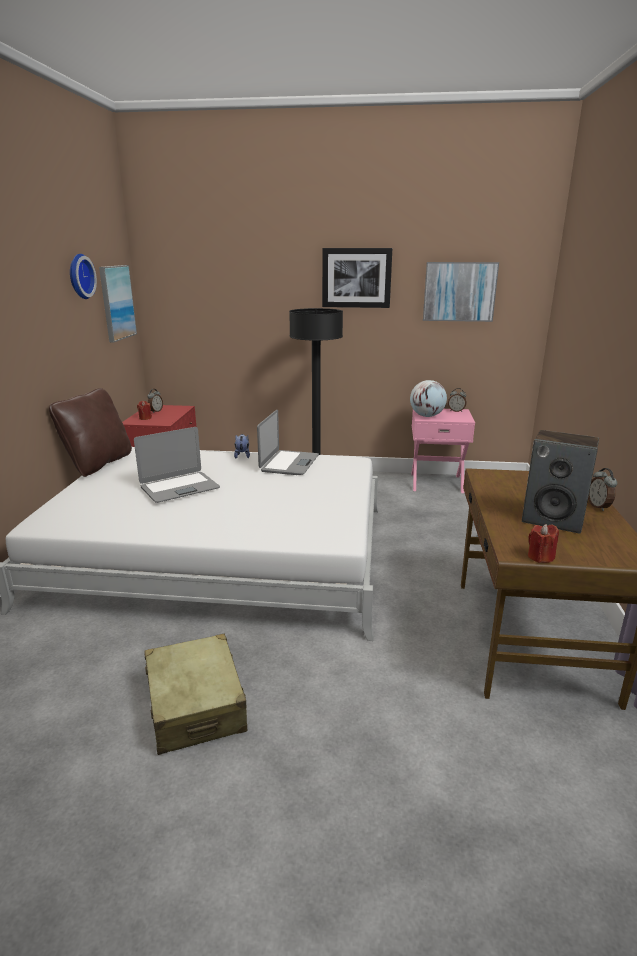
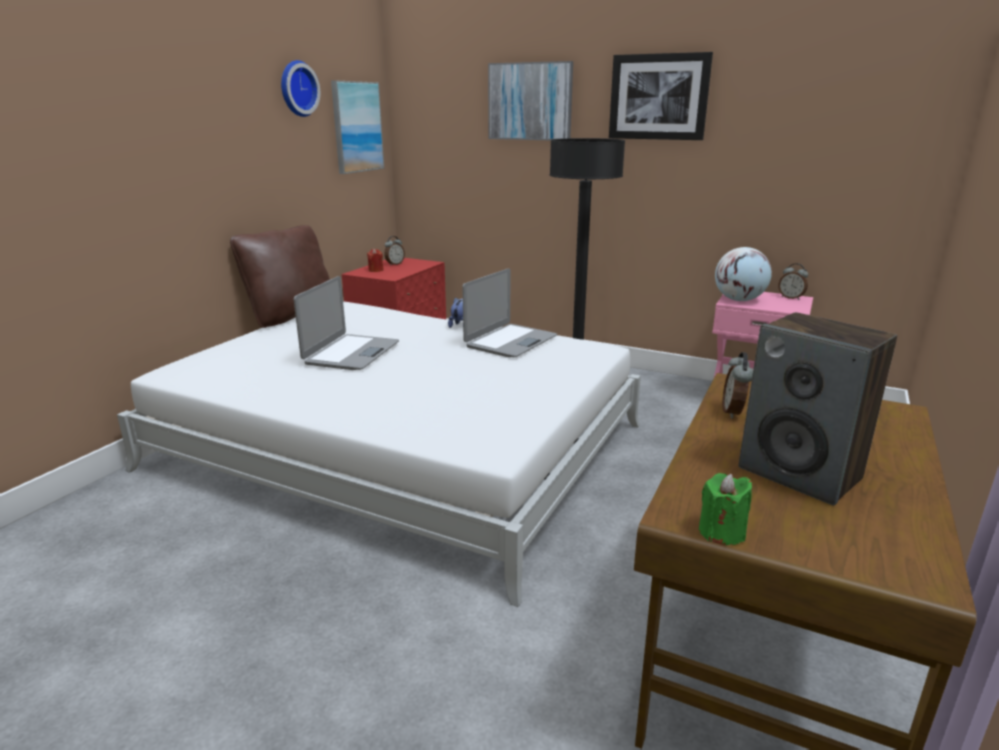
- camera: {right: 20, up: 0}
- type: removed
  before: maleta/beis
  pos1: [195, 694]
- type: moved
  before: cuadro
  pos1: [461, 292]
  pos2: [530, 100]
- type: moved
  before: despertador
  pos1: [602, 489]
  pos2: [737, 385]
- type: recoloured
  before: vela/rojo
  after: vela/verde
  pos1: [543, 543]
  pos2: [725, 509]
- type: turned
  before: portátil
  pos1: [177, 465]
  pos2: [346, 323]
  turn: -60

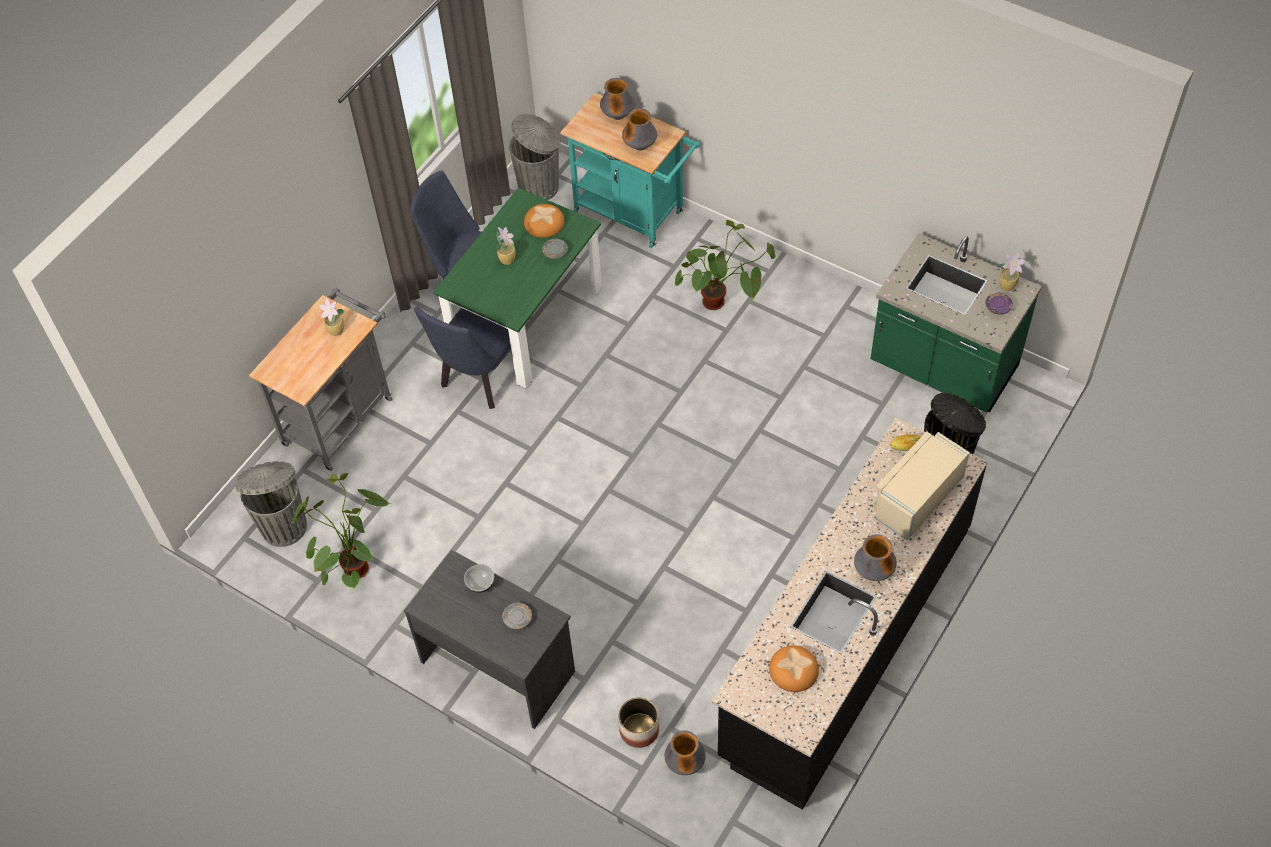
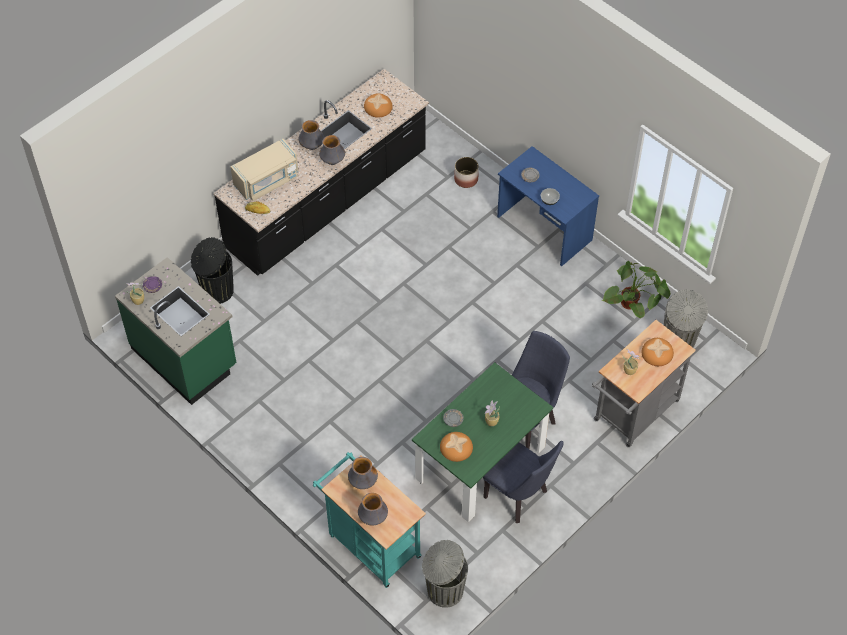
- camera: {right: -170, up: 0}
- type: removed
  before: planta en maceta
  pos1: [725, 265]
- type: added
  after: pan
  pos2: [658, 352]
- type: moved
  before: florero
  pos1: [685, 752]
  pos2: [332, 150]
- type: recoloured
  before: escritorio/gris
  after: escritorio/azul
  pos1: [489, 639]
  pos2: [548, 206]

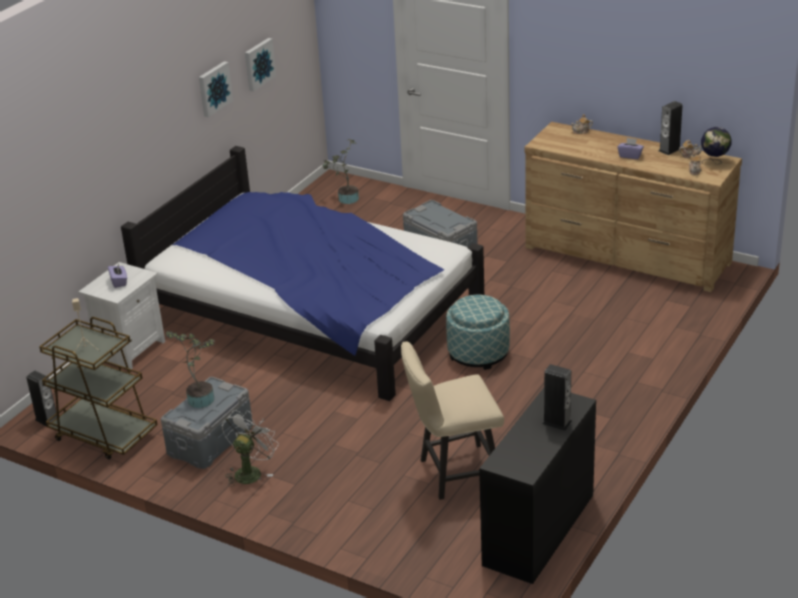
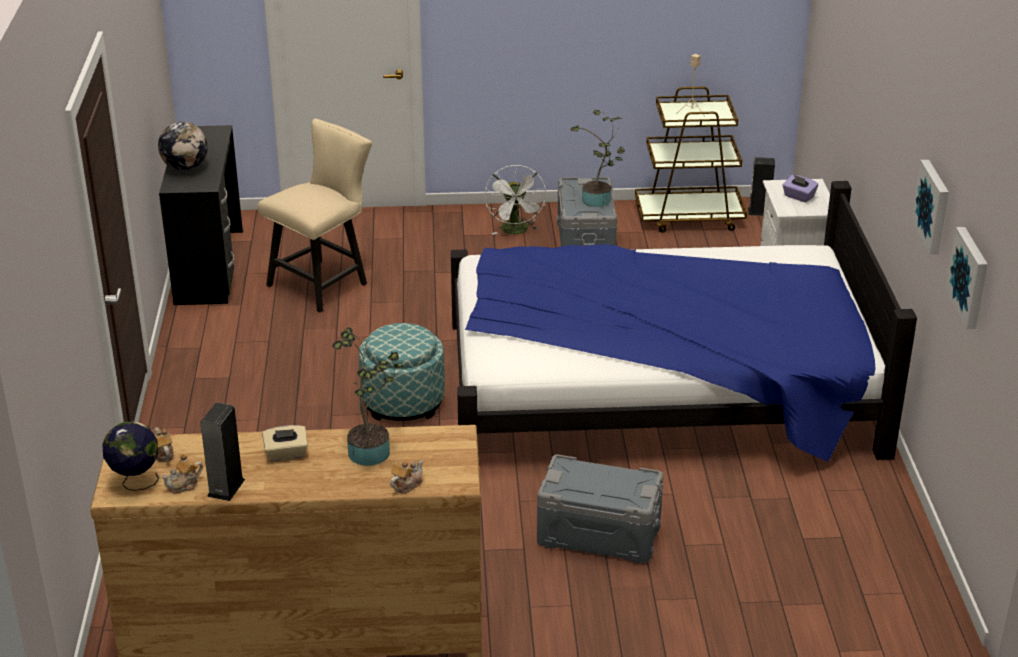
- camera: {right: 145, up: 0}
- type: moved
  before: planta en maceta
  pos1: [340, 171]
  pos2: [368, 396]
- type: replaced
  before: altavoz
  after: globo terráqueo
  pos1: [557, 397]
  pos2: [183, 146]
- type: recoloured
  before: caja de pañuelos/morado
  after: caja de pañuelos/beis
  pos1: [631, 148]
  pos2: [285, 443]

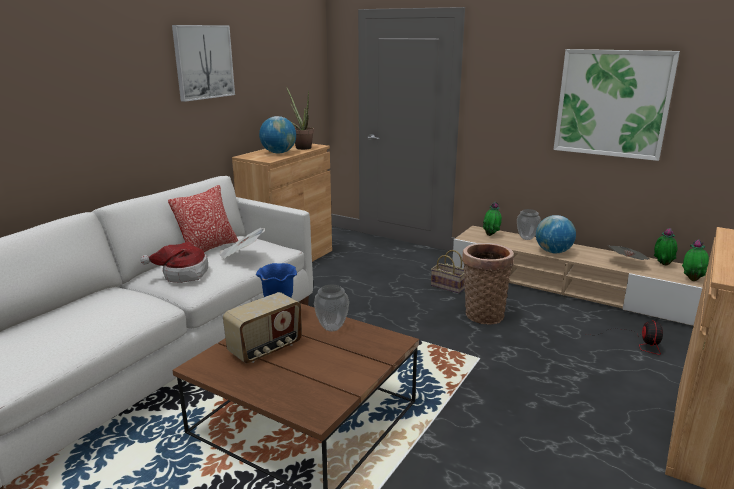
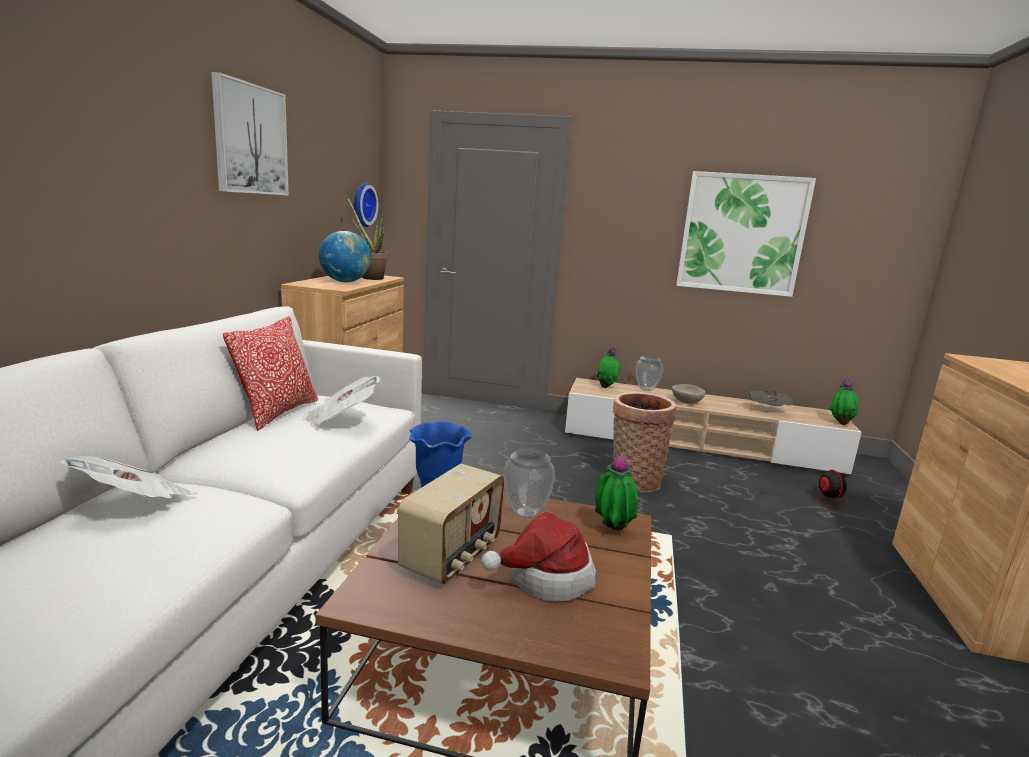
- camera: {right: -20, up: -5}
- type: removed
  before: cesta
  pos1: [448, 271]
- type: added
  after: periódico
  pos2: [127, 477]
- type: added
  after: reloj de pared
  pos2: [366, 205]
- type: moved
  before: sombrero
  pos1: [174, 262]
  pos2: [538, 557]
- type: moved
  before: planta en maceta
  pos1: [665, 247]
  pos2: [616, 493]
- type: replaced
  before: globo terráqueo
  after: cuenco/beis
  pos1: [556, 234]
  pos2: [688, 394]

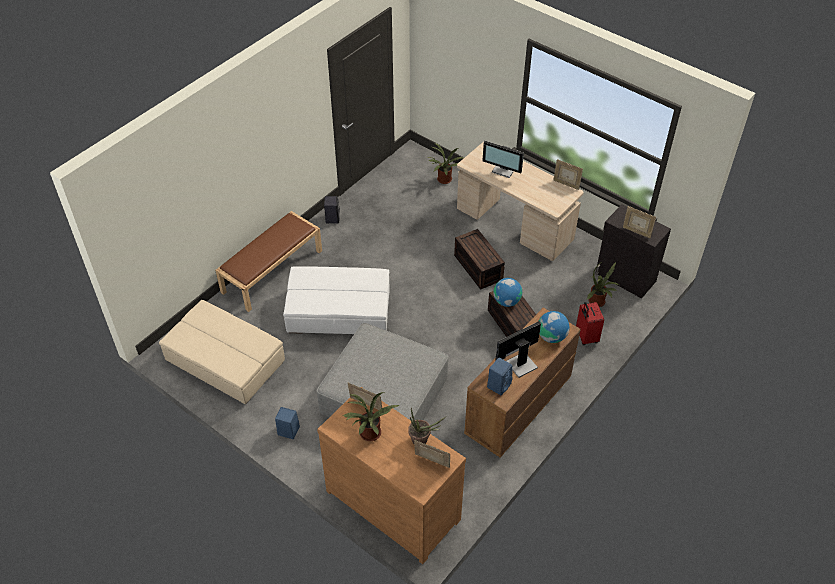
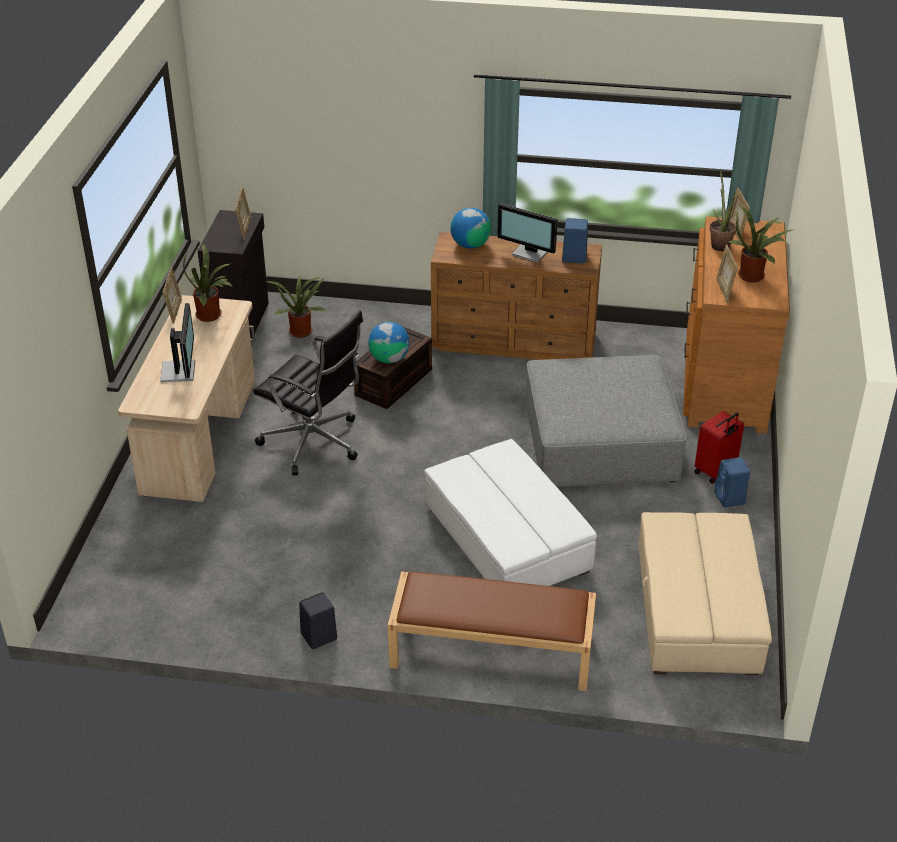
- camera: {right: -120, up: -10}
- type: moved
  before: planta en maceta
  pos1: [445, 163]
  pos2: [207, 283]
- type: moved
  before: maleta/rojo
  pos1: [590, 323]
  pos2: [719, 447]
- type: replaced
  before: caja de almacenaje/marrón
  after: silla de oficina/negro
  pos1: [479, 259]
  pos2: [308, 392]

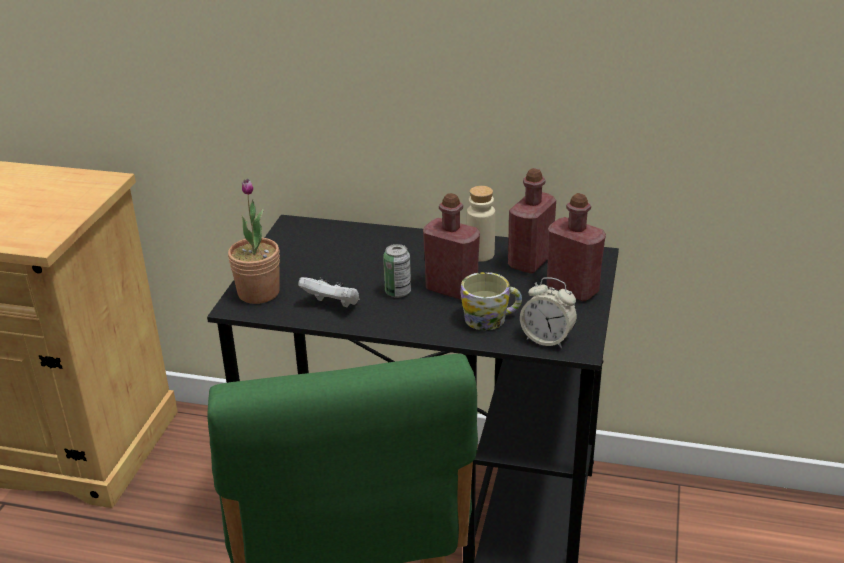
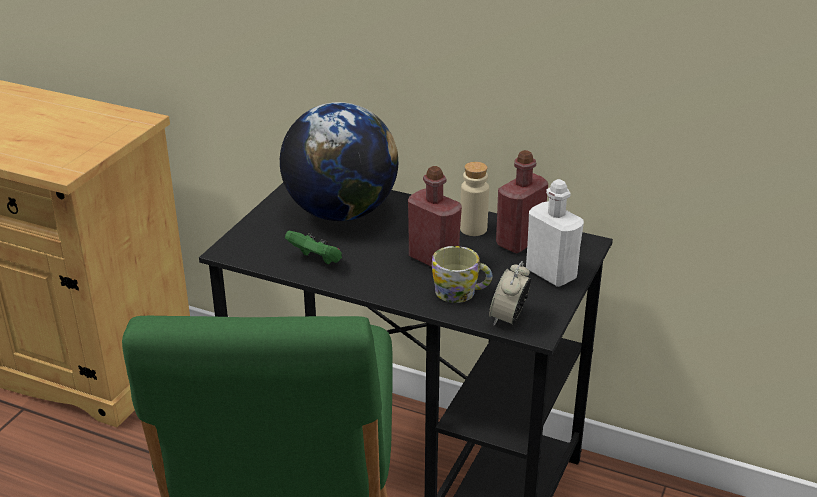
- camera: {right: 10, up: 0}
- type: removed
  before: planta en maceta
  pos1: [254, 241]
- type: removed
  before: lata
  pos1: [397, 271]
- type: added
  after: globo terráqueo
  pos2: [339, 161]
- type: recoloured
  before: mando de consola/blanco
  after: mando de consola/verde
  pos1: [328, 292]
  pos2: [313, 248]
- type: recoloured
  before: botella/rojo
  after: botella/blanco
  pos1: [576, 247]
  pos2: [555, 233]
- type: turned
  before: despertador
  pos1: [548, 312]
  pos2: [510, 293]
  turn: 75

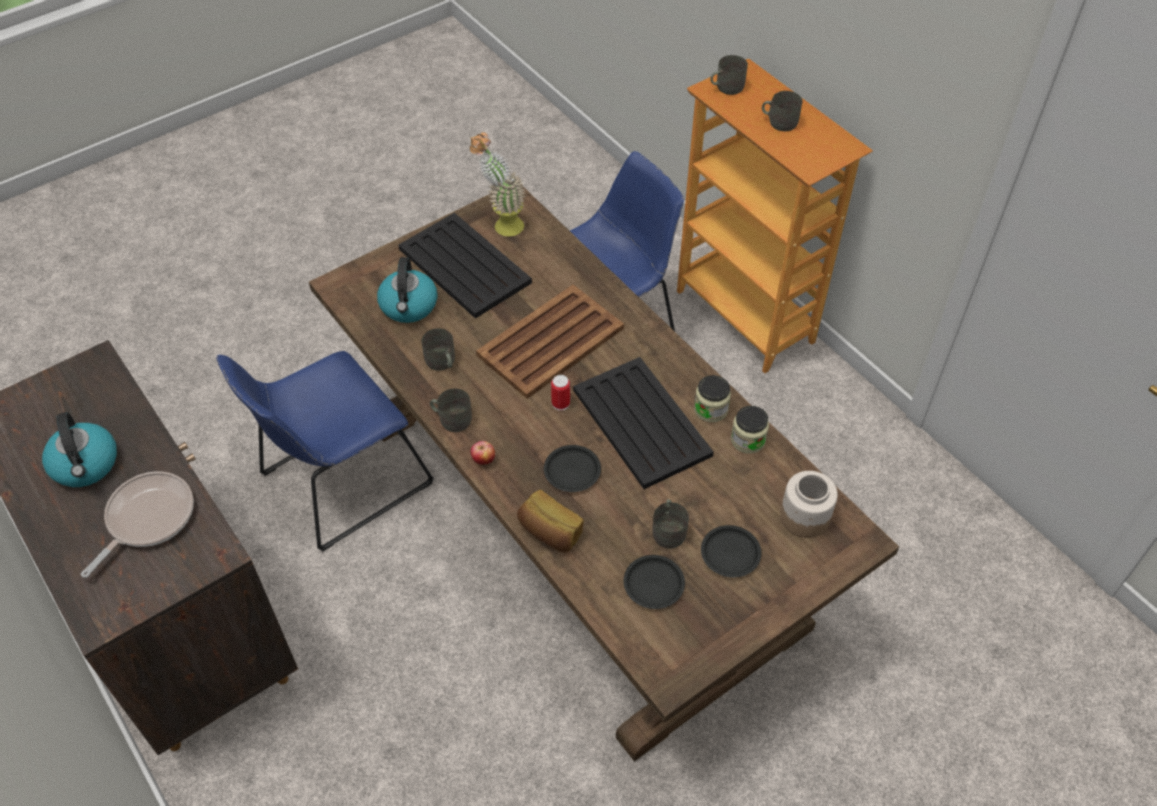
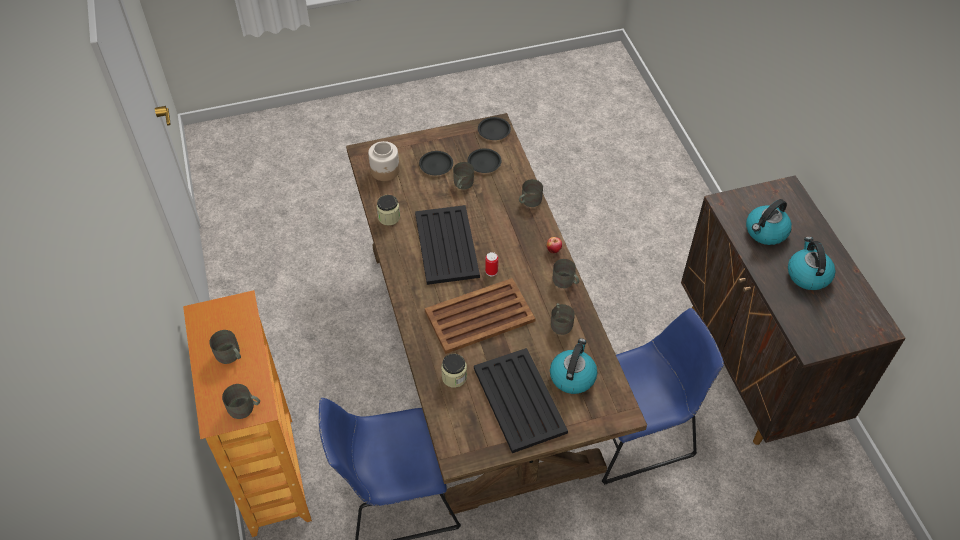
- camera: {right: -160, up: 0}
- type: removed
  before: planta en maceta
  pos1: [498, 184]
- type: moved
  before: plato/negro
  pos1: [572, 468]
  pos2: [494, 128]
- type: moved
  before: tarro
  pos1: [712, 398]
  pos2: [454, 371]
- type: replaced
  before: sartén
  after: hervidor
  pos1: [137, 524]
  pos2: [769, 222]
- type: replaced
  before: pan
  after: taza grande/gris
  pos1: [550, 521]
  pos2: [531, 193]

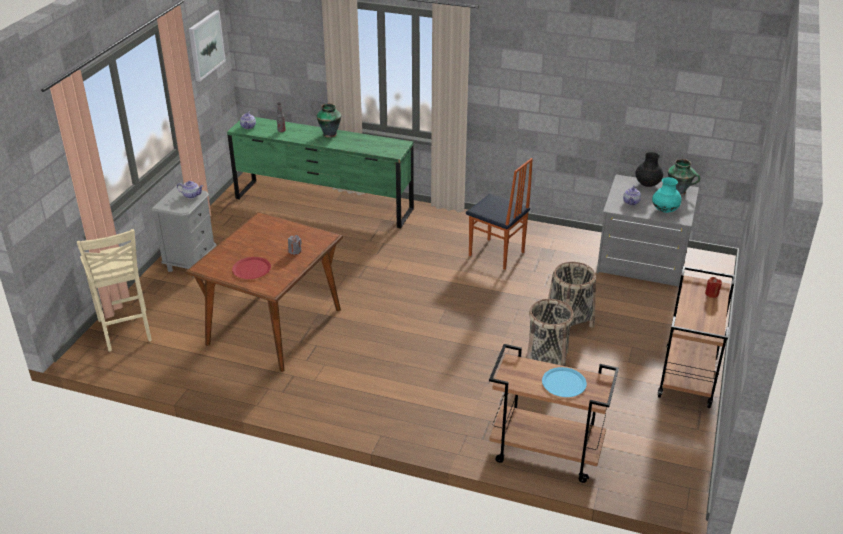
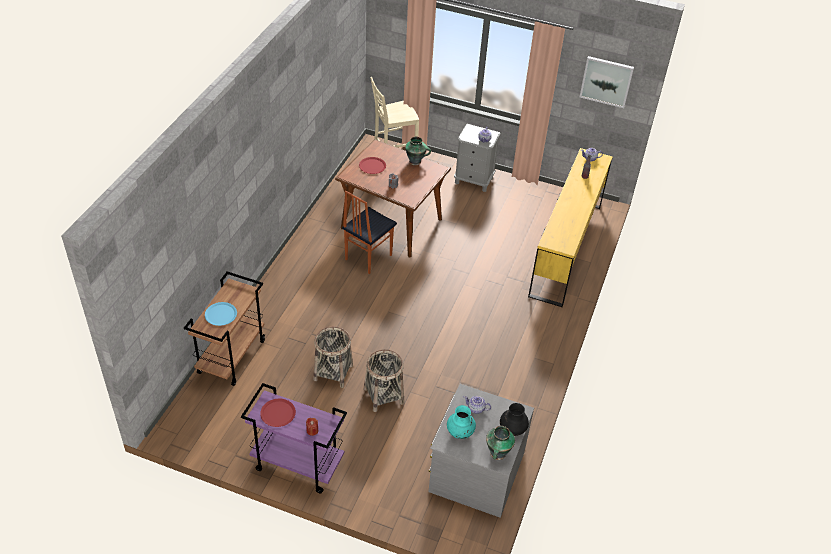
- camera: {right: 90, up: 10}
- type: added
  after: plato/rojo
  pos2: [278, 413]
- type: moved
  before: florero
  pos1: [329, 120]
  pos2: [418, 150]
- type: moved
  before: silla
  pos1: [499, 214]
  pos2: [369, 232]
- type: recoloured
  before: cómoda/verde
  after: cómoda/amarillo
  pos1: [320, 172]
  pos2: [570, 227]
- type: recoloured
  before: carrito/marrón
  after: carrito/morado
  pos1: [696, 337]
  pos2: [294, 438]

